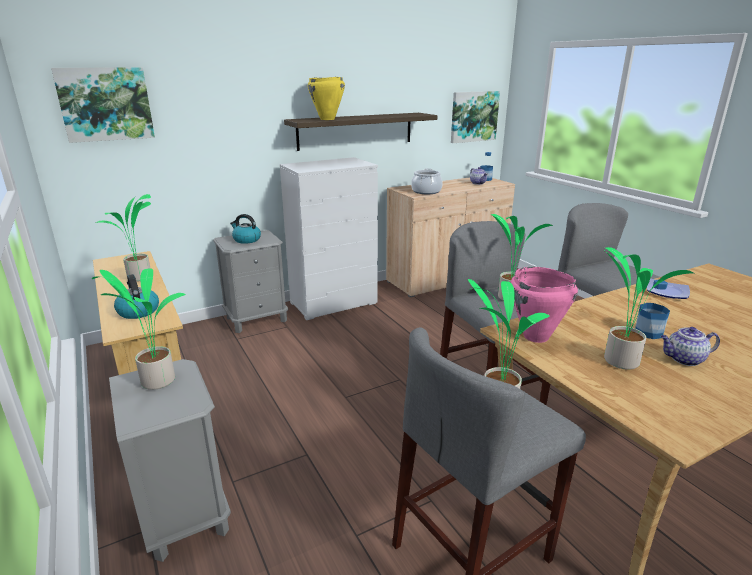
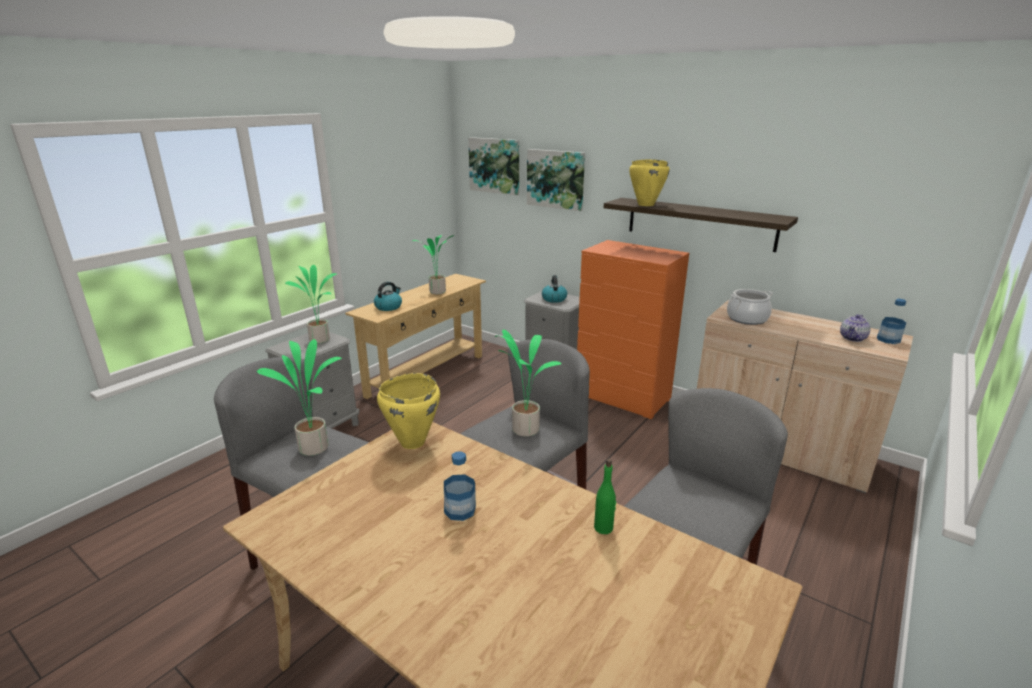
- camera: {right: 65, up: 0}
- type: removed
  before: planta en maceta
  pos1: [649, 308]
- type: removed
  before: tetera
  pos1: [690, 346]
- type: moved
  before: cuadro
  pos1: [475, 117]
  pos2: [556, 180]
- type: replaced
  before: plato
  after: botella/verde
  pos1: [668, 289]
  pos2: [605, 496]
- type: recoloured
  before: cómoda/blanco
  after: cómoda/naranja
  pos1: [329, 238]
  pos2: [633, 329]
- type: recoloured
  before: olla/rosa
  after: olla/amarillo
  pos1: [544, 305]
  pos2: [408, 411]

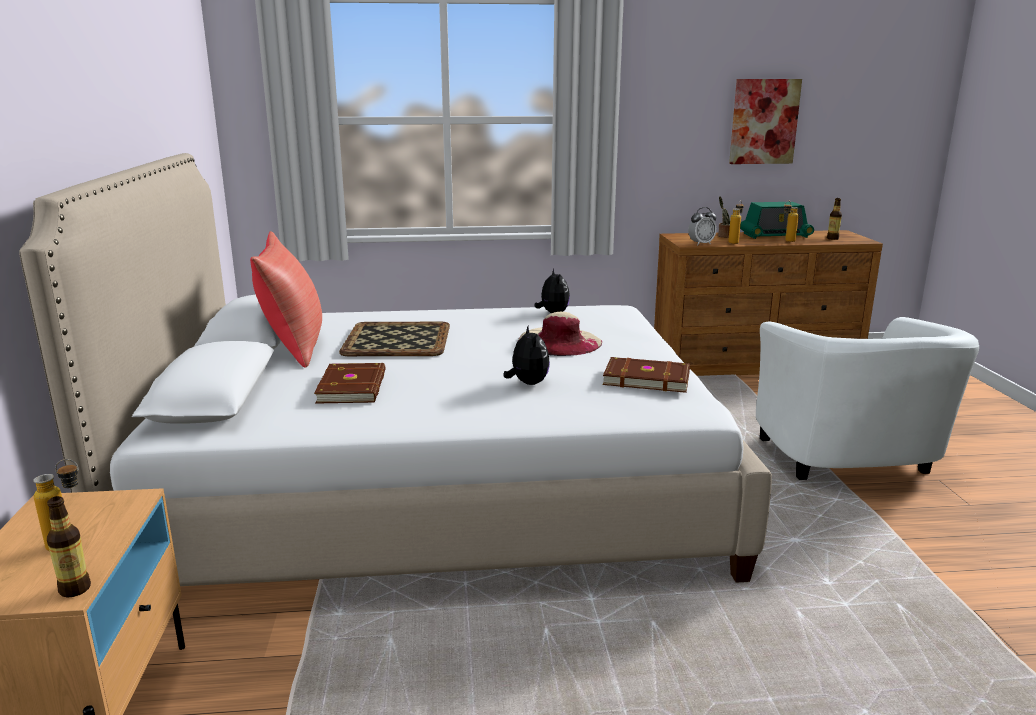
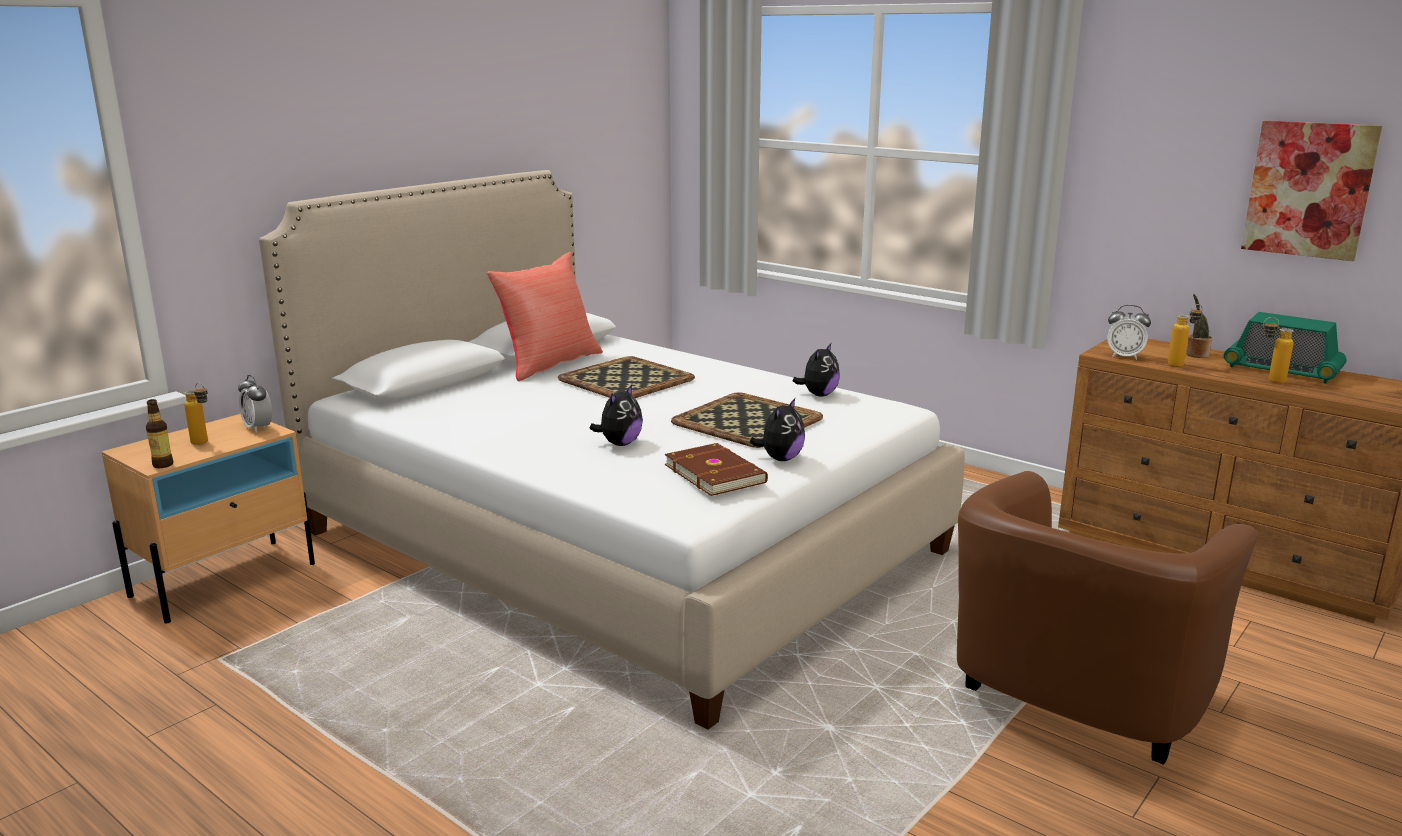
- camera: {right: 45, up: 0}
- type: removed
  before: libro/marrón
  pos1: [350, 383]
- type: removed
  before: botella
  pos1: [834, 219]
- type: added
  after: despertador
  pos2: [255, 404]
- type: added
  after: peluche
  pos2: [777, 429]
- type: replaced
  before: sombrero/beis
  after: bandeja
  pos1: [560, 334]
  pos2: [747, 420]
- type: recoloured
  before: sillón/blanco
  after: sillón/marrón
  pos1: [867, 398]
  pos2: [1107, 618]

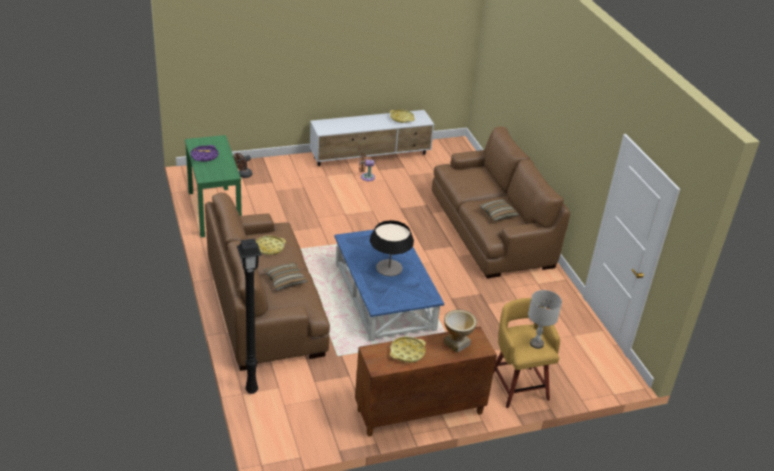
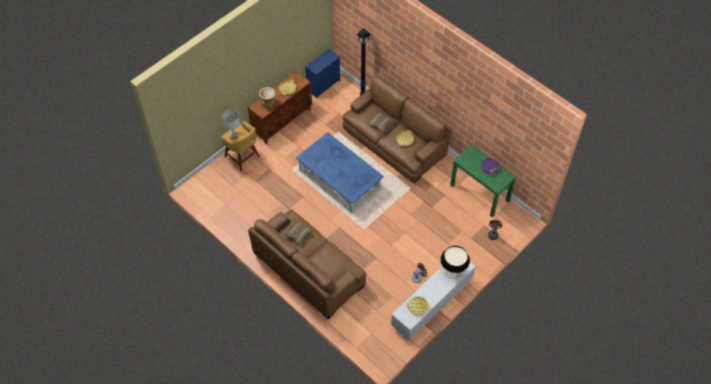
- camera: {right: 155, up: 20}
- type: added
  after: cómoda/azul
  pos2: [322, 74]
- type: moved
  before: lámpara de mesa
  pos1: [392, 248]
  pos2: [455, 262]

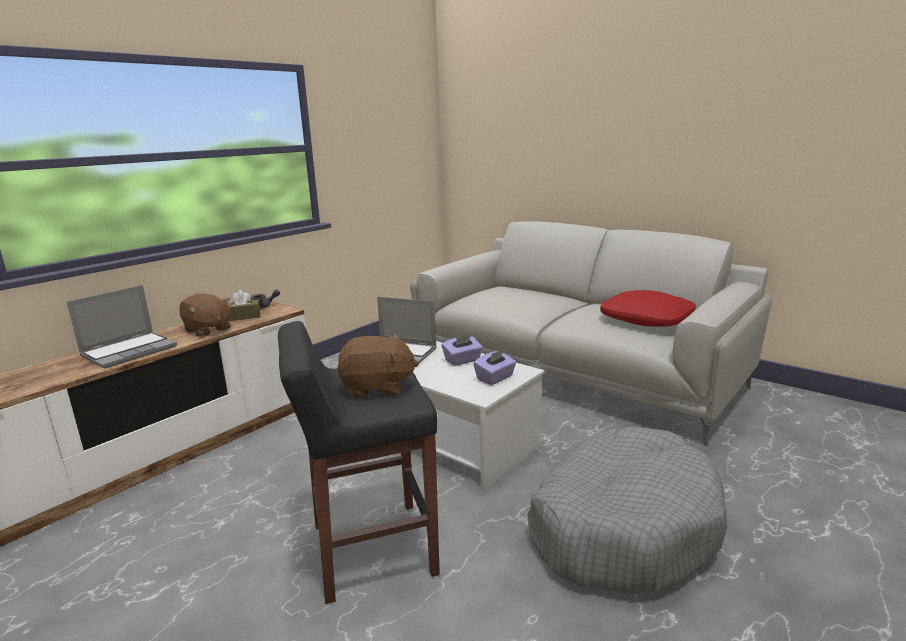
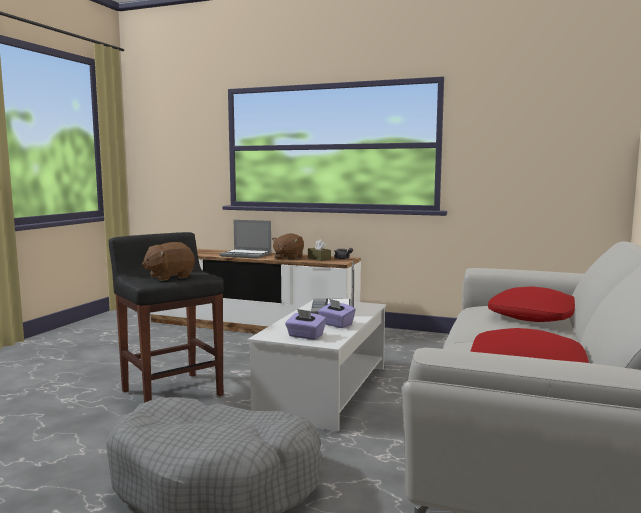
- camera: {right: 70, up: -10}
- type: added
  after: cojín/rojo
  pos2: [531, 304]
- type: turned
  before: peluche/marrón
  pos1: [378, 366]
  pos2: [168, 261]
  turn: 75

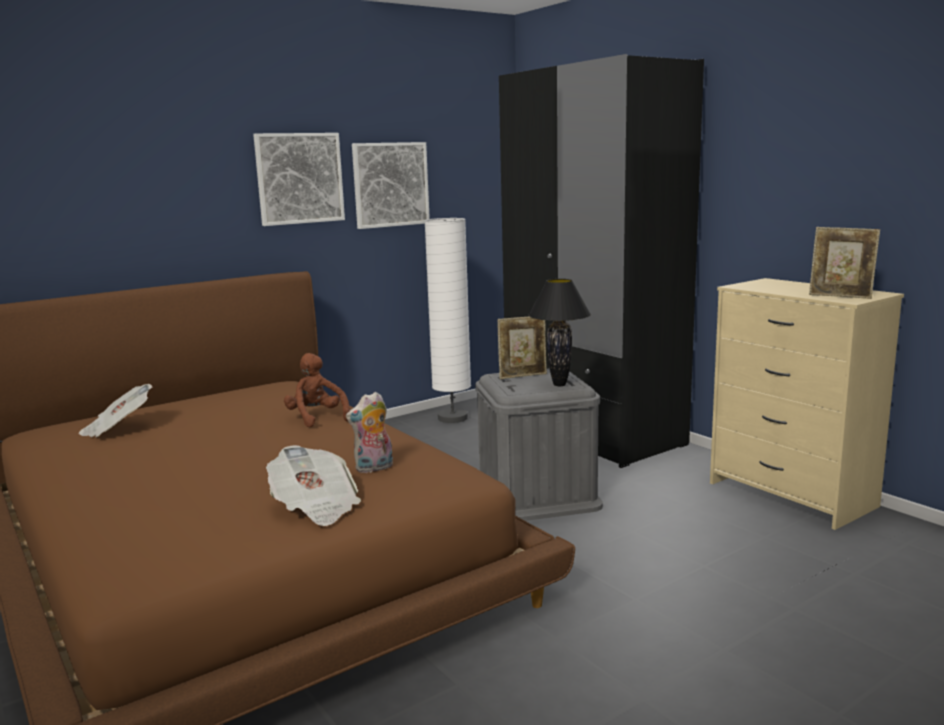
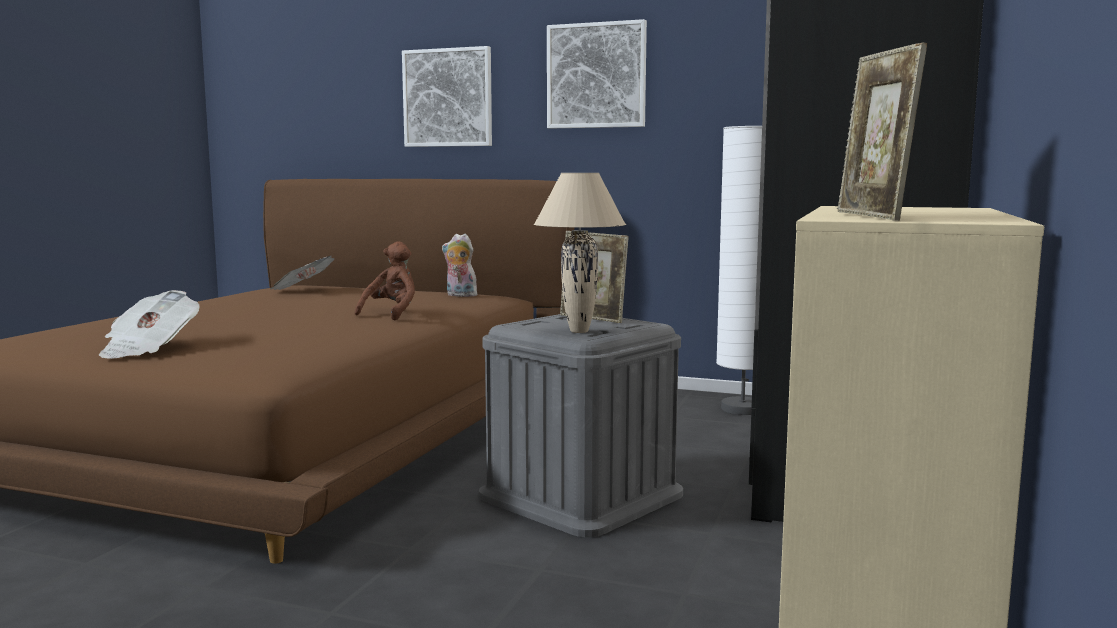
- camera: {right: 55, up: -5}
- type: moved
  before: peluche
  pos1: [369, 432]
  pos2: [460, 265]
- type: moved
  before: cuadro
  pos1: [391, 185]
  pos2: [447, 96]
- type: recoloured
  before: lámpara de mesa/negro
  after: lámpara de mesa/beis
  pos1: [560, 332]
  pos2: [580, 253]

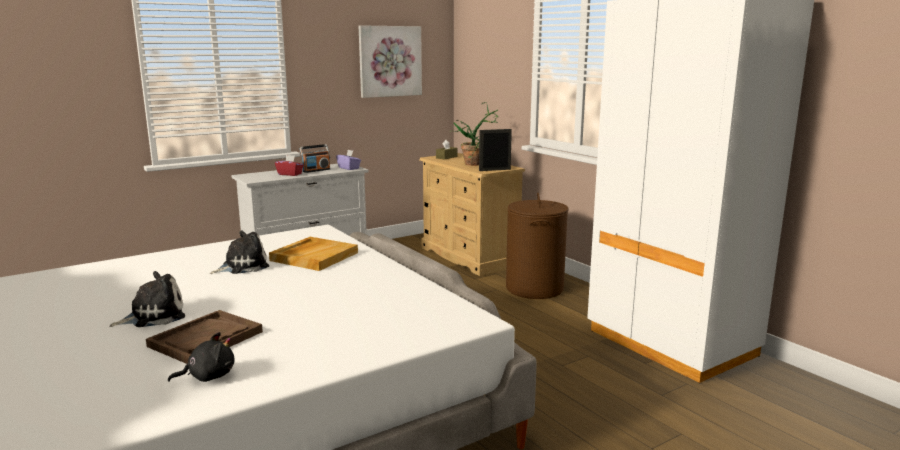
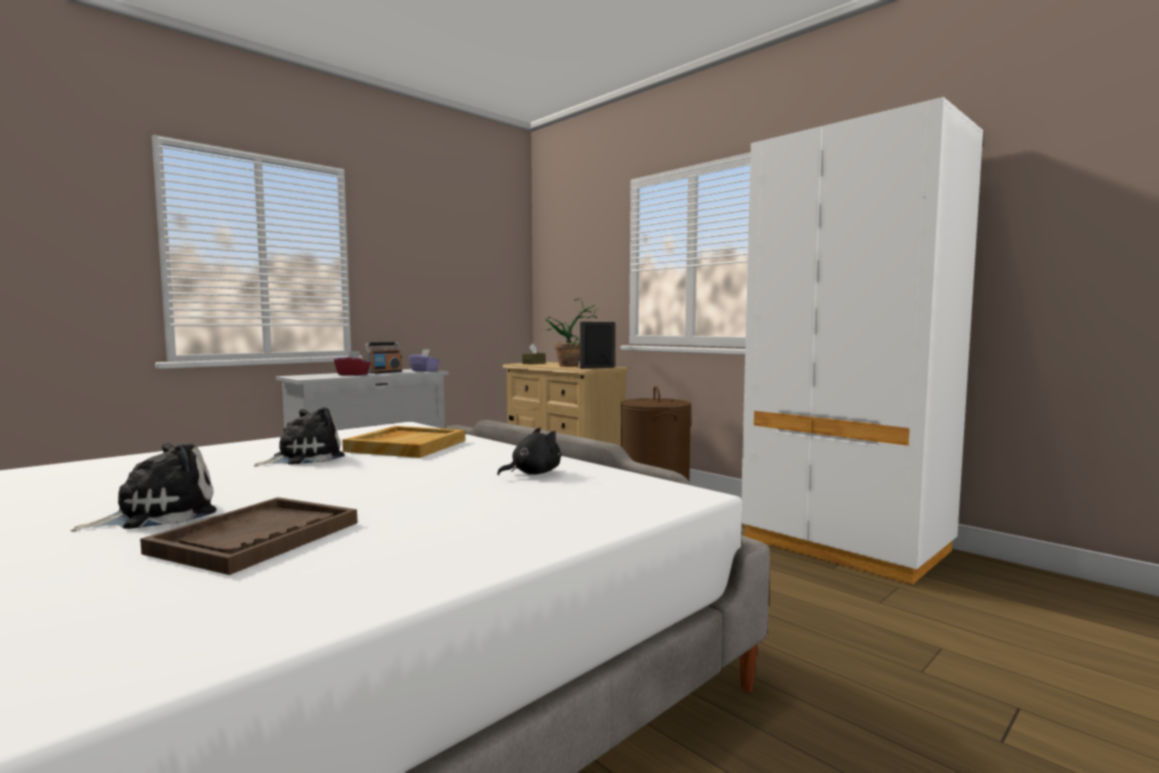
- camera: {right: -10, up: -10}
- type: removed
  before: cuadro
  pos1: [390, 61]
- type: moved
  before: peluche/negro
  pos1: [201, 357]
  pos2: [529, 451]

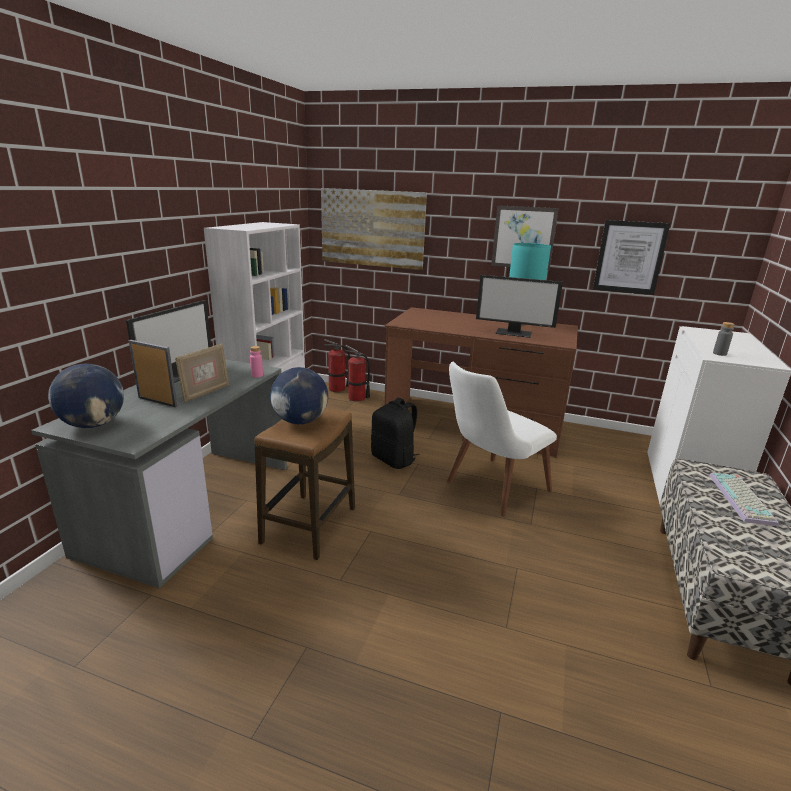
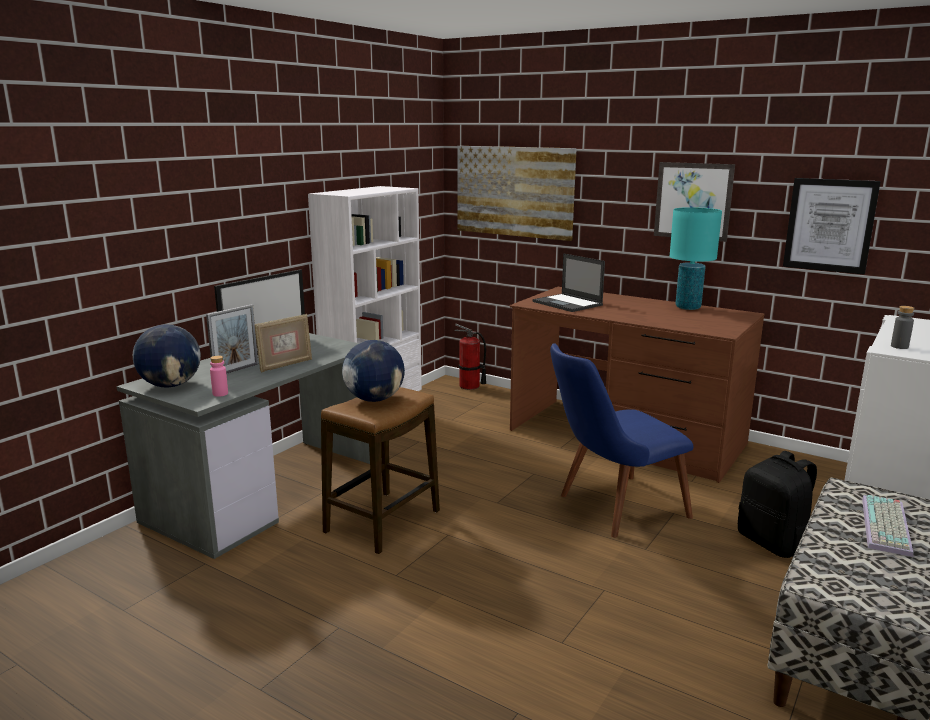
- camera: {right: 15, up: -5}
- type: removed
  before: extintor
  pos1: [357, 373]
- type: removed
  before: monitor
  pos1: [519, 306]
- type: added
  after: portátil
  pos2: [569, 282]
- type: moved
  before: botella/rosa
  pos1: [256, 361]
  pos2: [219, 376]
- type: moved
  before: mochila/negro
  pos1: [395, 433]
  pos2: [777, 504]
- type: recoloured
  before: silla/blanco
  after: silla/azul
  pos1: [502, 439]
  pos2: [621, 440]
- type: turned
  before: portarretratos
  pos1: [153, 373]
  pos2: [232, 339]
  turn: 90

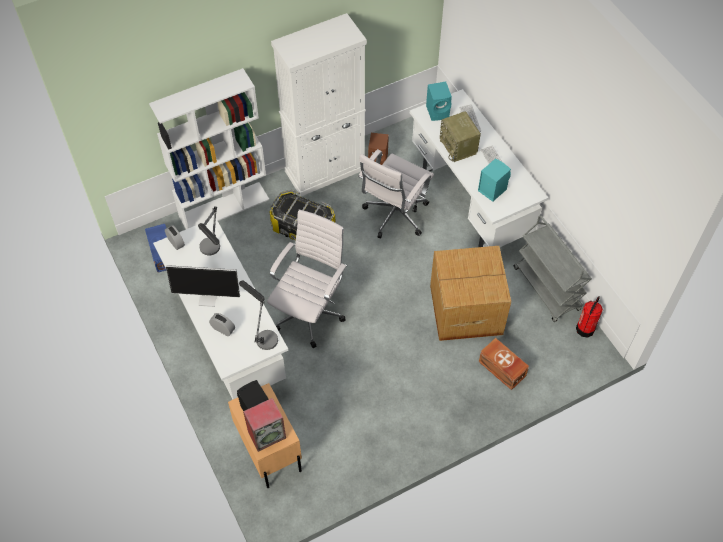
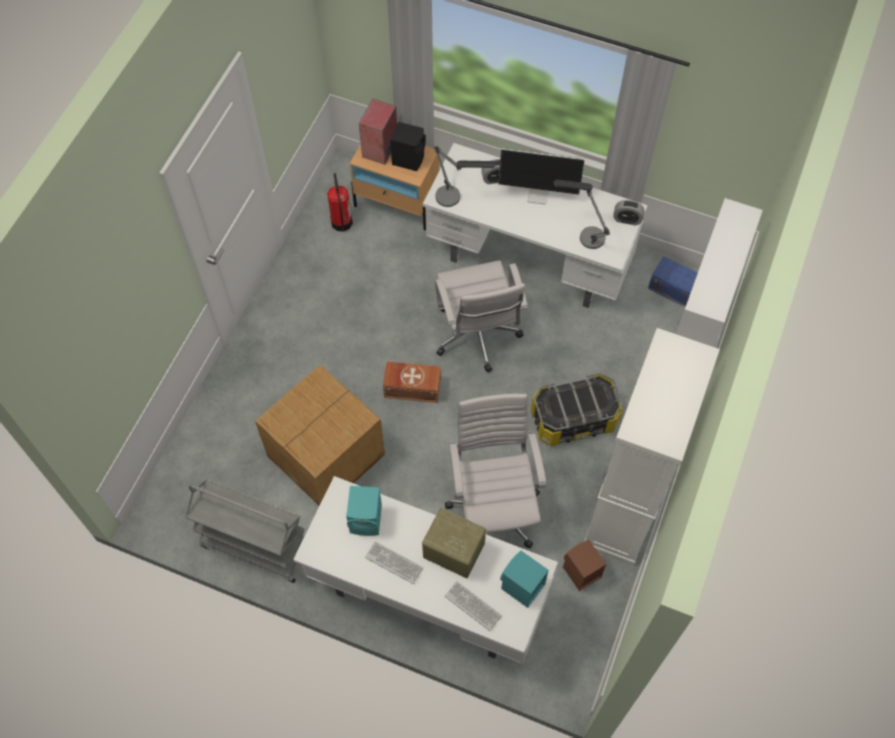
- camera: {right: 140, up: 5}
- type: moved
  before: caja de almacenaje/marrón
  pos1: [504, 364]
  pos2: [412, 382]
- type: moved
  before: extintor
  pos1: [589, 317]
  pos2: [340, 202]
- type: turned
  before: monitor
  pos1: [203, 286]
  pos2: [541, 176]
  turn: -135

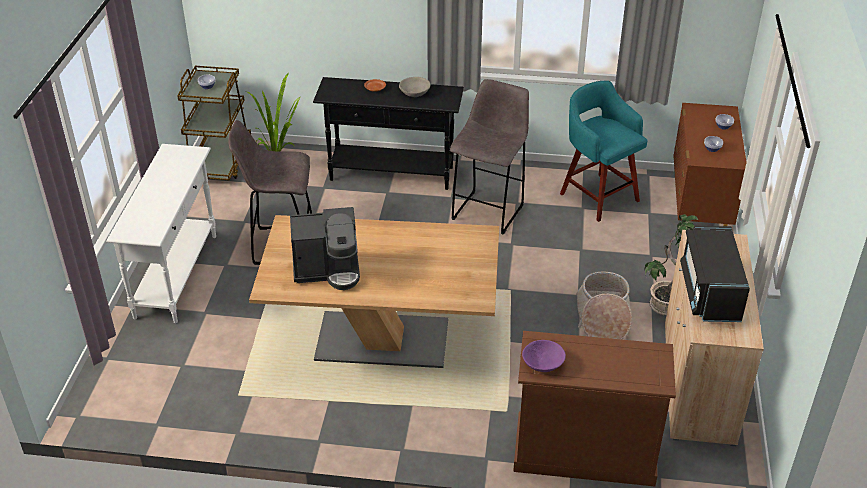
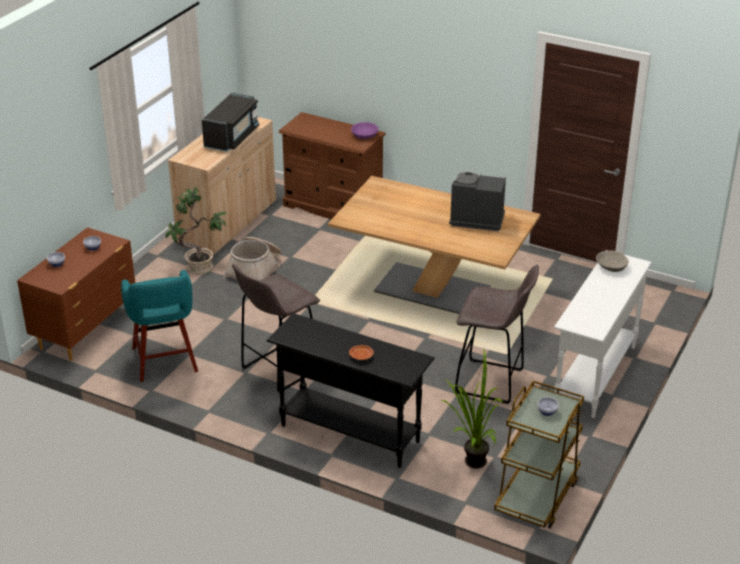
- camera: {right: -160, up: -5}
- type: moved
  before: cuenco/gris
  pos1: [415, 87]
  pos2: [612, 261]

